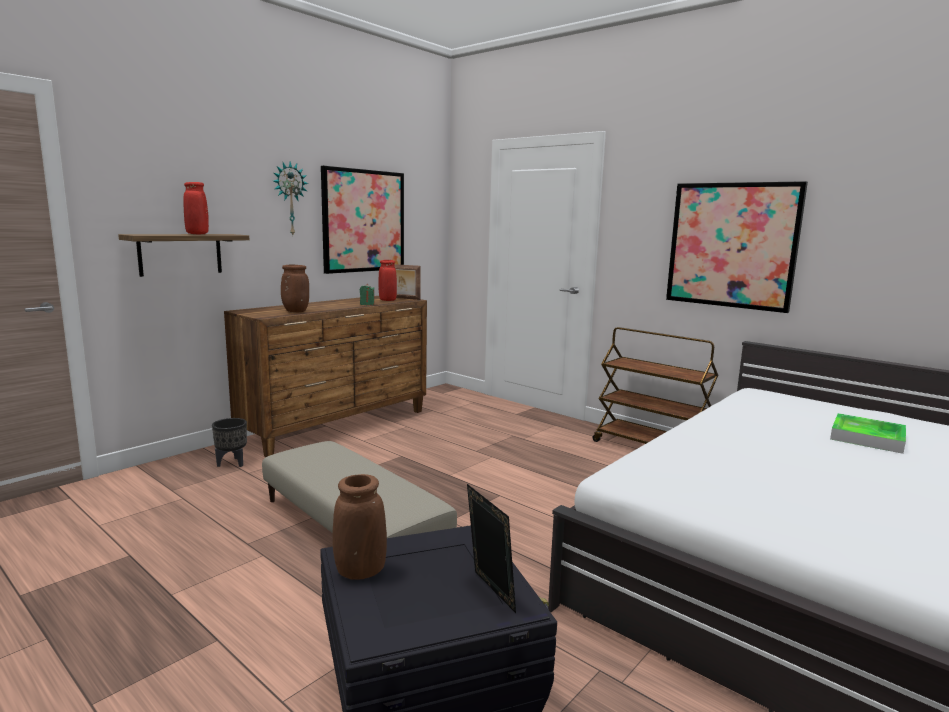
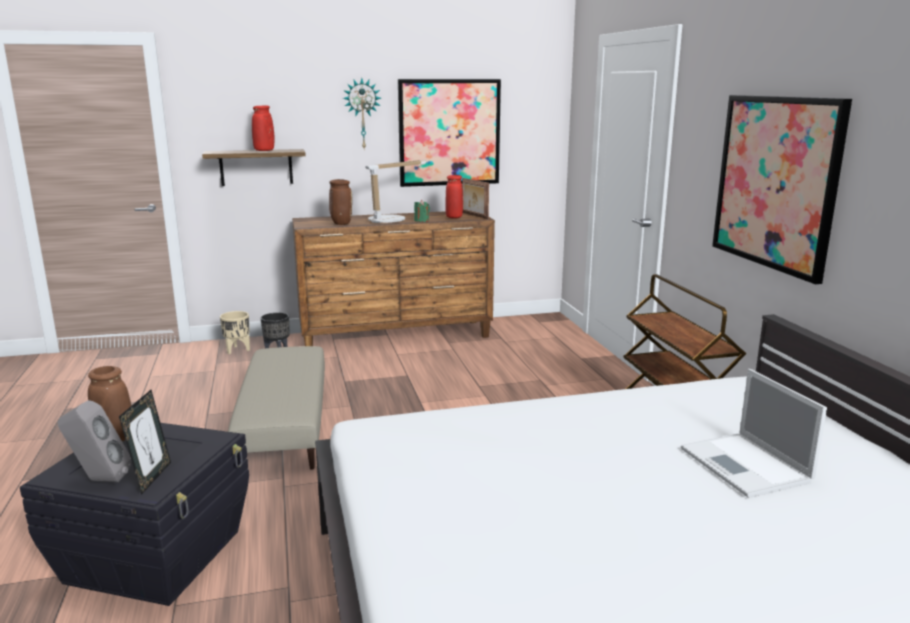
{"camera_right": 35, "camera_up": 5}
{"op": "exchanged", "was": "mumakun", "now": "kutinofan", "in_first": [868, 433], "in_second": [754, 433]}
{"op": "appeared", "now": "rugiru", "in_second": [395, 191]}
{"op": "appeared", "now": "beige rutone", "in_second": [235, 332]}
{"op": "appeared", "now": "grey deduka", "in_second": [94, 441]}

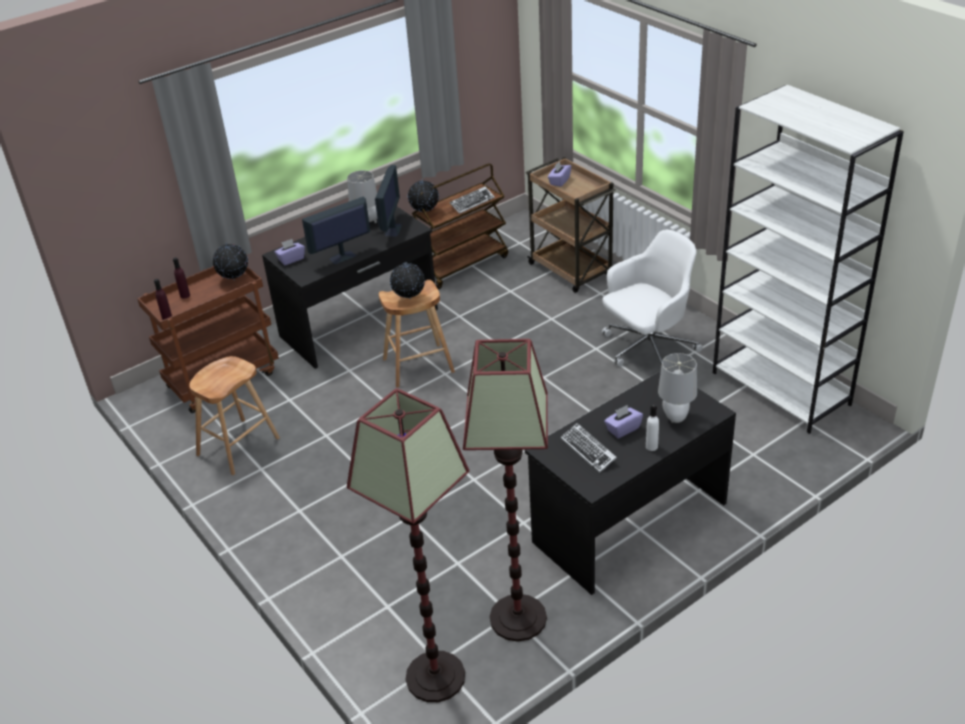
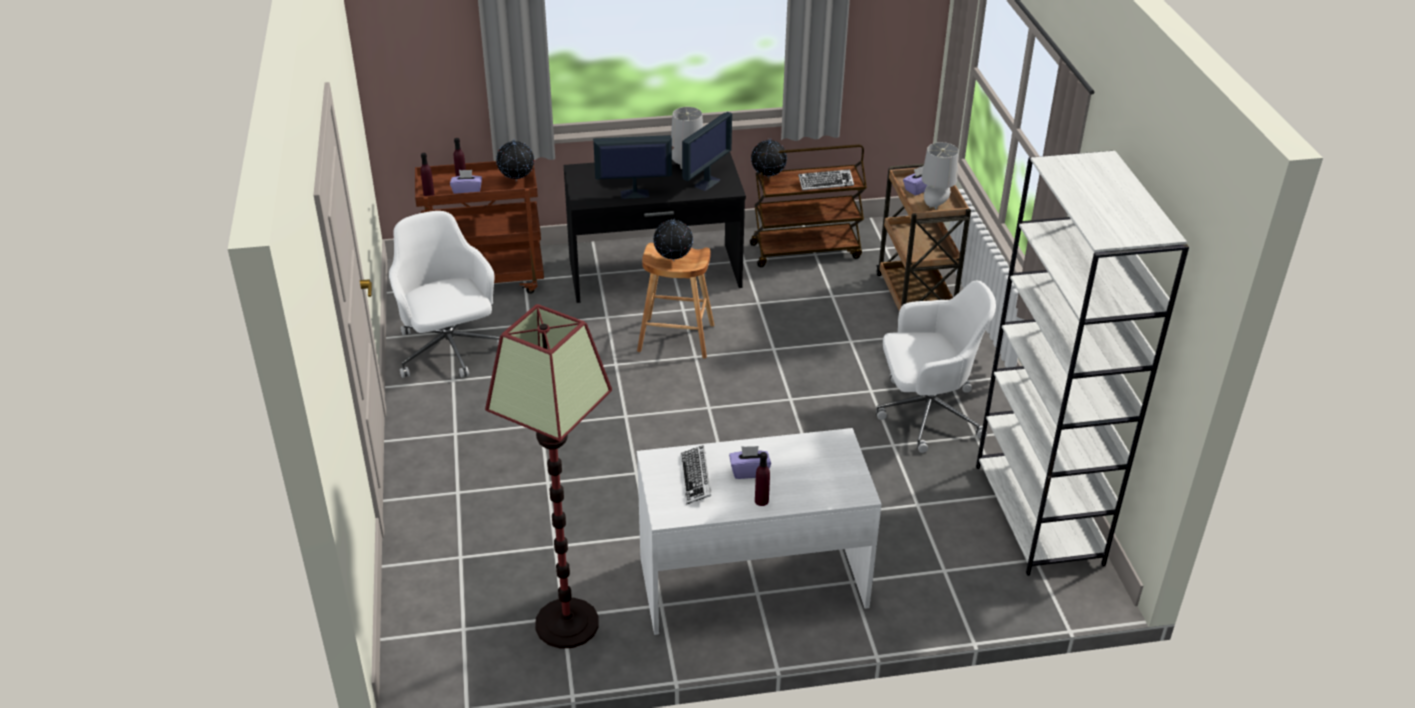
{"camera_right": 25, "camera_up": 0}
{"op": "relocated", "was": "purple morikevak", "in_first": [289, 252], "in_second": [466, 182]}
{"op": "relocated", "was": "grey rugiru", "in_first": [677, 388], "in_second": [940, 176]}
{"op": "exchanged", "was": "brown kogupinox", "now": "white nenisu", "in_first": [234, 415], "in_second": [444, 294]}
{"op": "colour", "was": "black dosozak", "now": "white dosozak", "in_first": [630, 483], "in_second": [759, 531]}
{"op": "missing", "was": "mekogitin", "in_first": [408, 545]}
{"op": "colour", "was": "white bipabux", "now": "purple bipabux", "in_first": [652, 427], "in_second": [762, 479]}

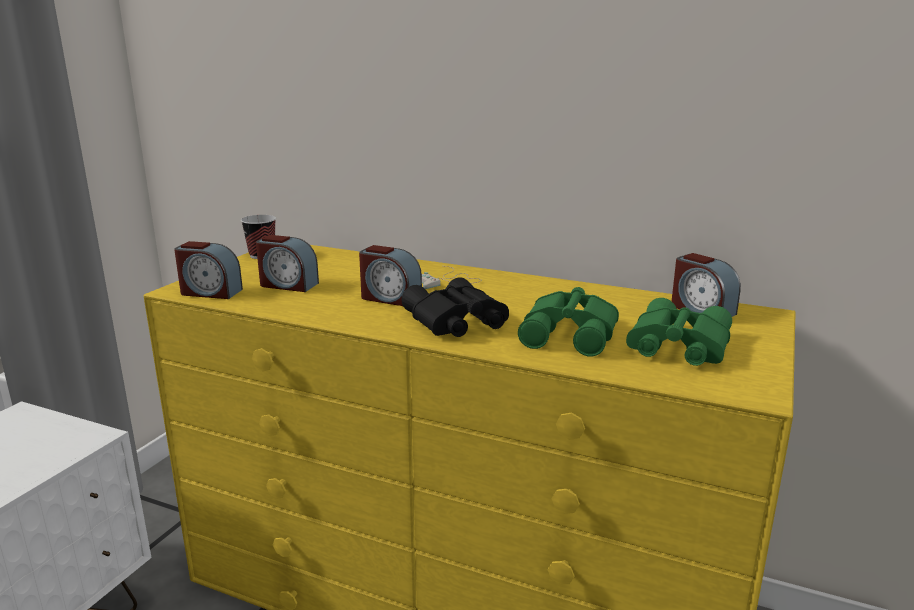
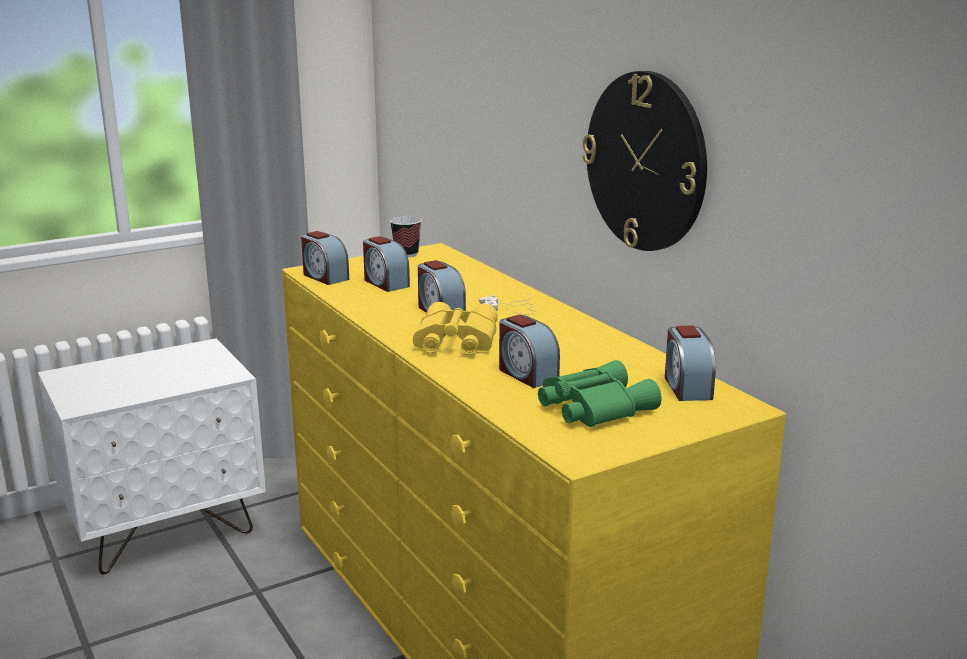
{"camera_right": 35, "camera_up": 0}
{"op": "colour", "was": "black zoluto", "now": "yellow zoluto", "in_first": [455, 307], "in_second": [455, 328]}
{"op": "exchanged", "was": "green zoluto", "now": "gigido", "in_first": [568, 322], "in_second": [529, 351]}
{"op": "appeared", "now": "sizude", "in_second": [644, 161]}

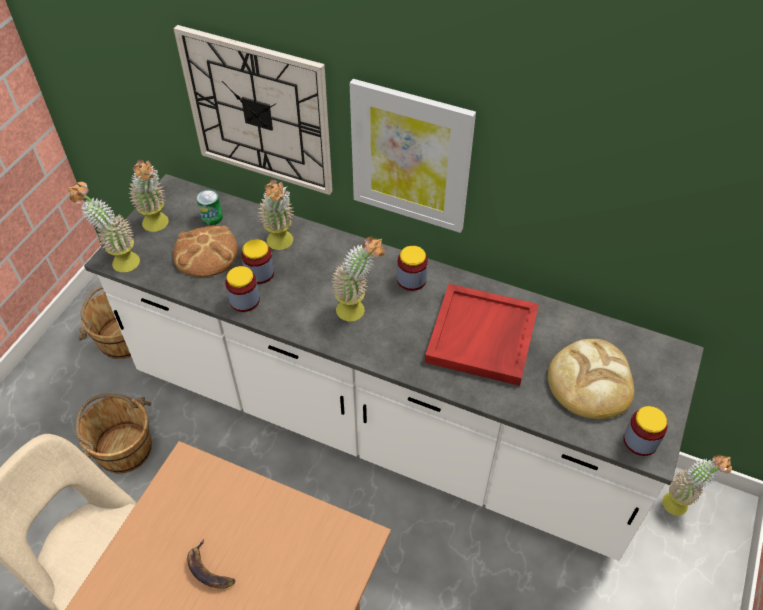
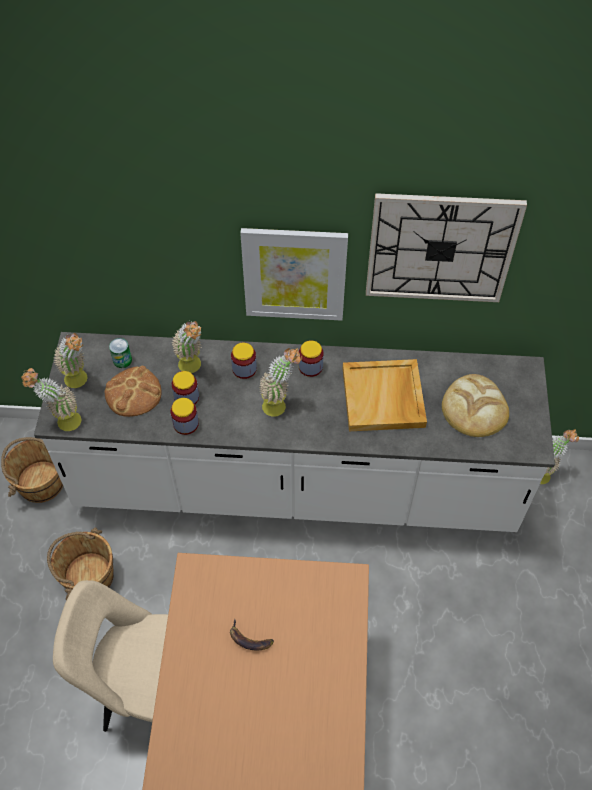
{"camera_right": -20, "camera_up": 5}
{"op": "relocated", "was": "sizude", "in_first": [253, 110], "in_second": [446, 247]}
{"op": "colour", "was": "red mumakun", "now": "beige mumakun", "in_first": [482, 335], "in_second": [385, 395]}
{"op": "relocated", "was": "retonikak", "in_first": [645, 431], "in_second": [244, 361]}

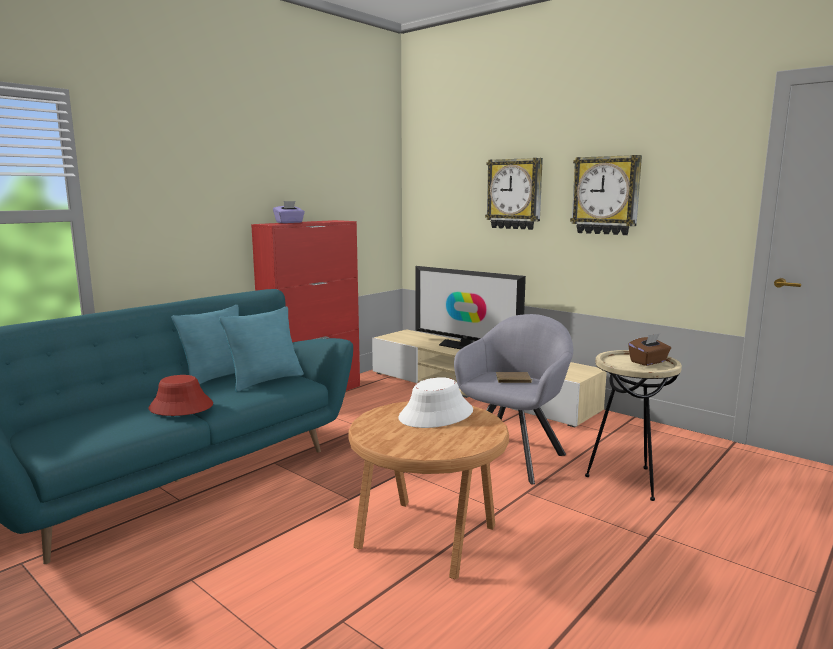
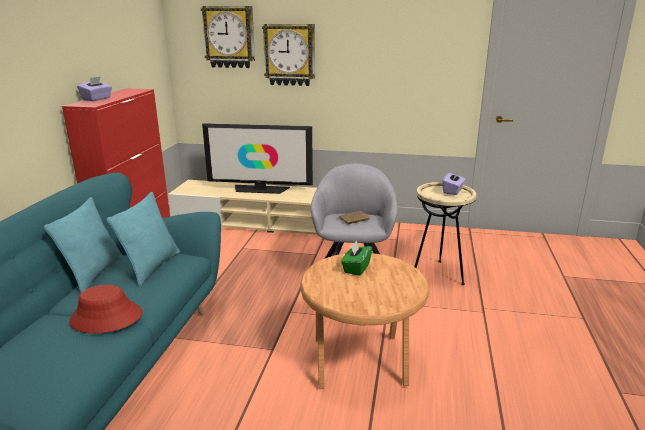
{"camera_right": -30, "camera_up": 10}
{"op": "relocated", "was": "sizude", "in_first": [606, 195], "in_second": [228, 37]}
{"op": "colour", "was": "brown morikevak", "now": "purple morikevak", "in_first": [649, 350], "in_second": [453, 182]}
{"op": "exchanged", "was": "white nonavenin", "now": "green morikevak", "in_first": [435, 402], "in_second": [356, 258]}

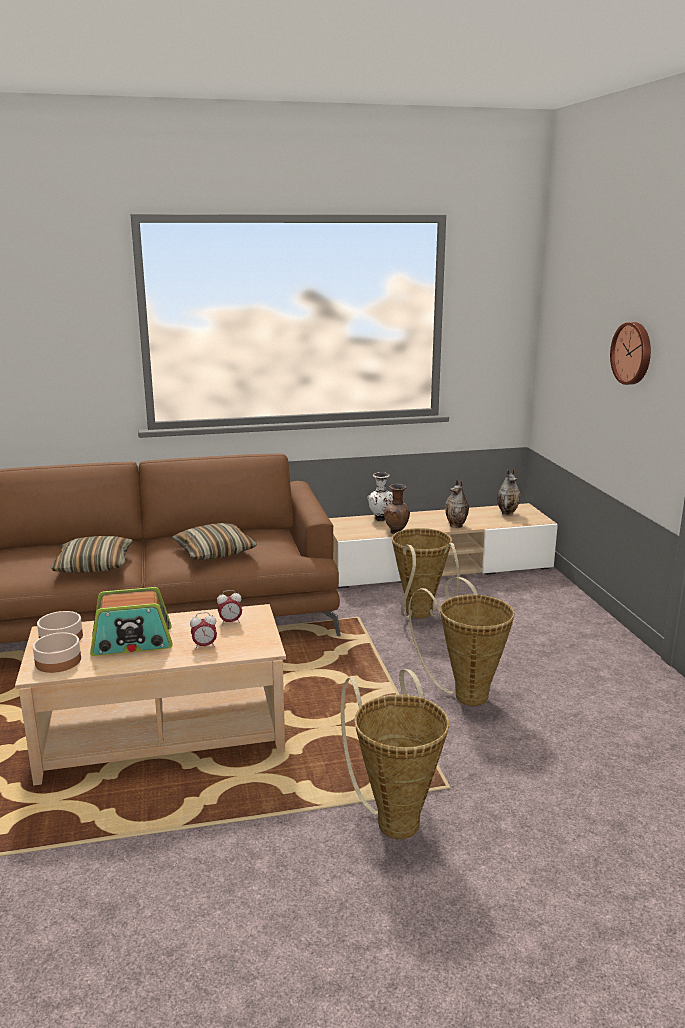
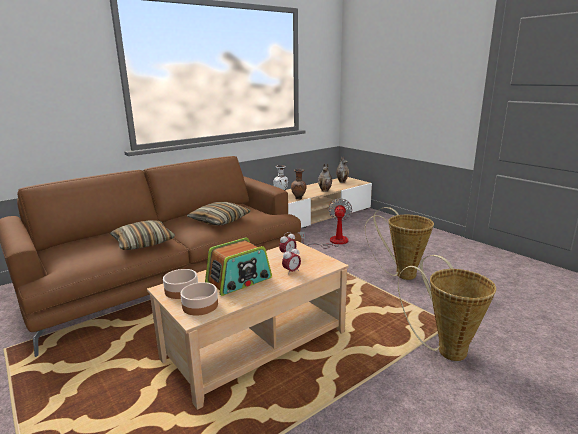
{"camera_right": -25, "camera_up": 0}
{"op": "missing", "was": "sizude", "in_first": [630, 353]}
{"op": "exchanged", "was": "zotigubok", "now": "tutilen", "in_first": [426, 573], "in_second": [326, 223]}

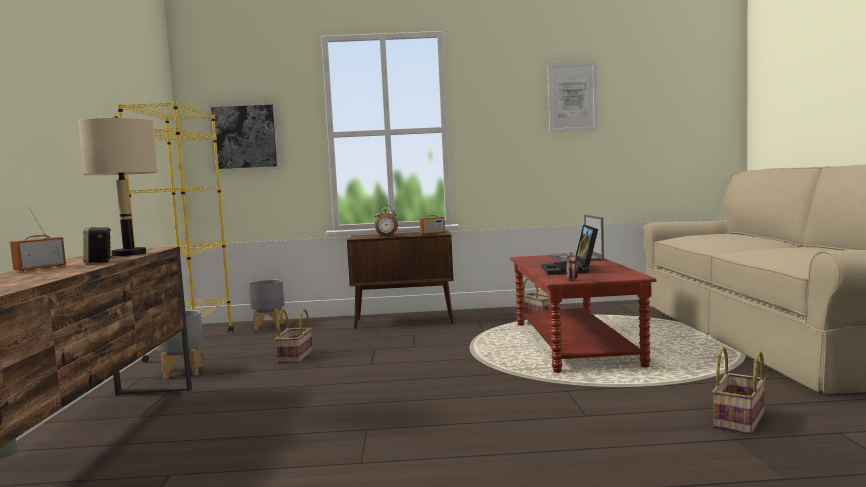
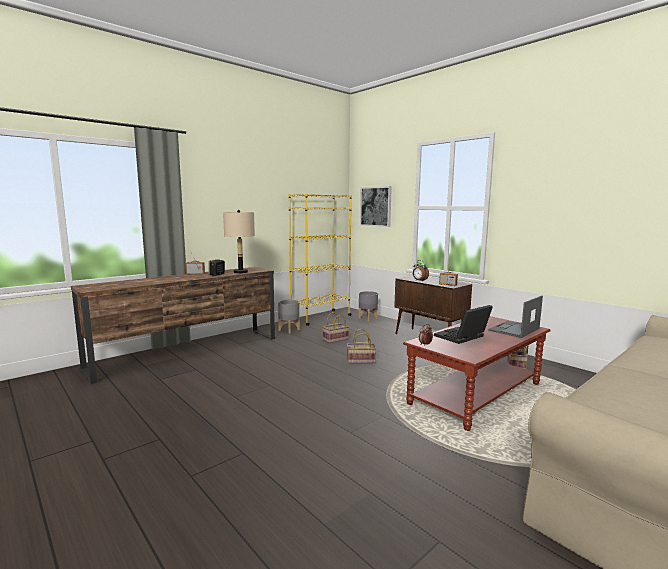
{"camera_right": 50, "camera_up": 5}
{"op": "missing", "was": "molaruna", "in_first": [573, 96]}
{"op": "relocated", "was": "zotigubok", "in_first": [739, 391], "in_second": [361, 346]}

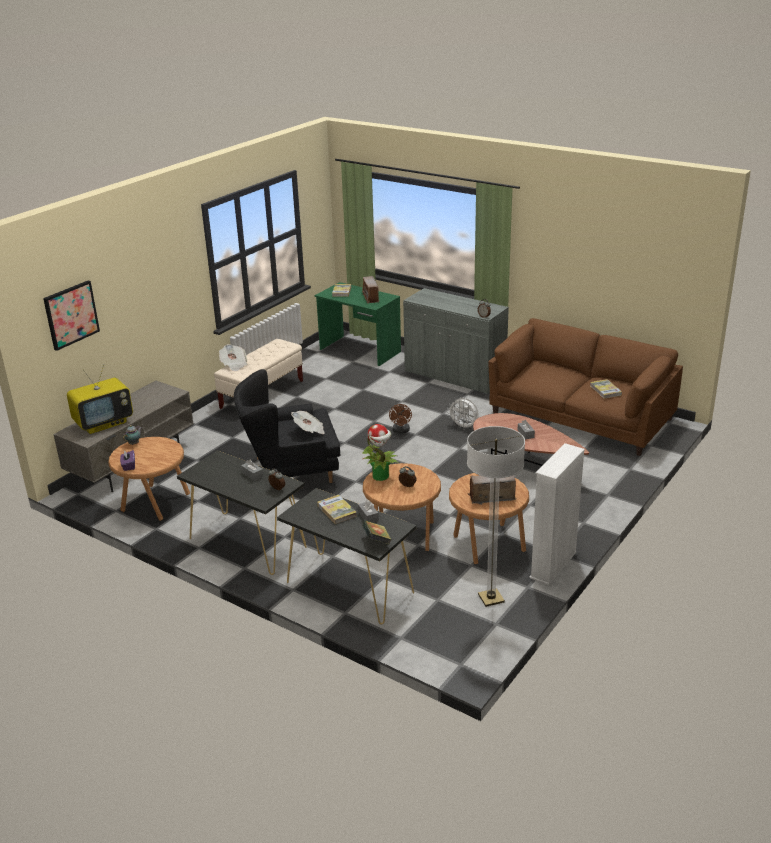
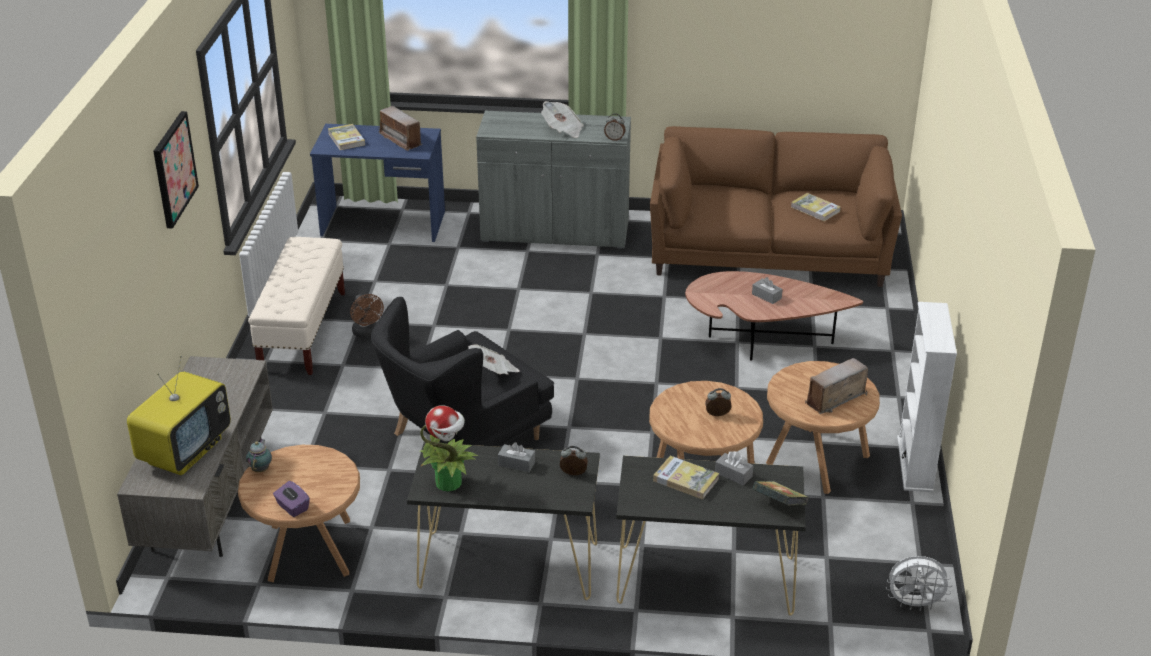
{"camera_right": -30, "camera_up": 5}
{"op": "relocated", "was": "molaruna", "in_first": [71, 316], "in_second": [176, 170]}
{"op": "colour", "was": "green dosozak", "now": "blue dosozak", "in_first": [357, 324], "in_second": [377, 183]}
{"op": "relocated", "was": "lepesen", "in_first": [233, 357], "in_second": [562, 119]}
{"op": "relocated", "was": "white tutilen", "in_first": [463, 414], "in_second": [919, 583]}
{"op": "relocated", "was": "brown tutilen", "in_first": [400, 419], "in_second": [367, 316]}
{"op": "relocated", "was": "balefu", "in_first": [380, 452], "in_second": [449, 448]}
{"op": "missing", "was": "mekogitin", "in_first": [496, 516]}

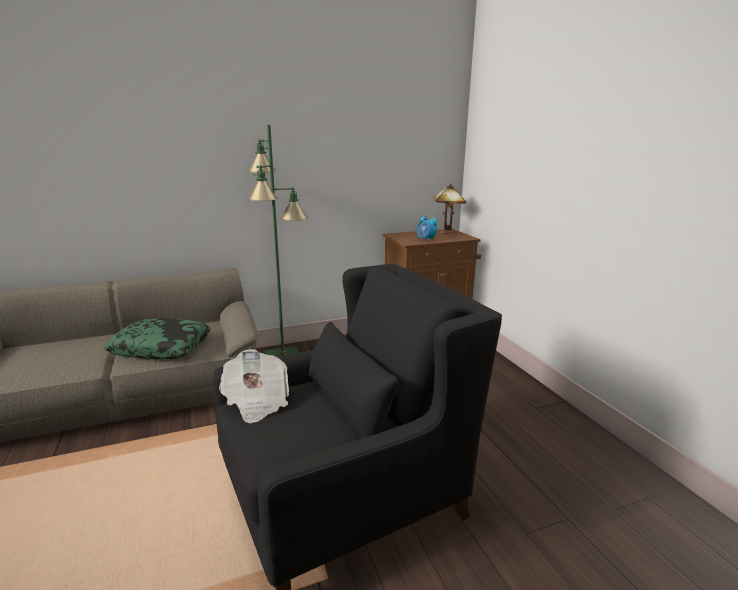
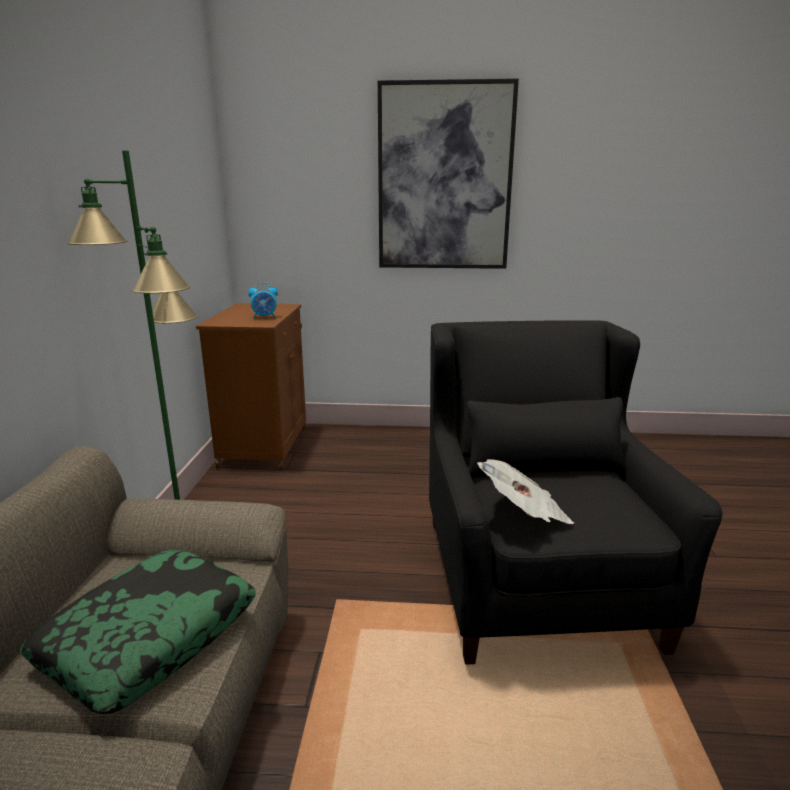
{"camera_right": -65, "camera_up": 0}
{"op": "missing", "was": "rugiru", "in_first": [450, 209]}
{"op": "appeared", "now": "molaruna", "in_second": [448, 173]}

